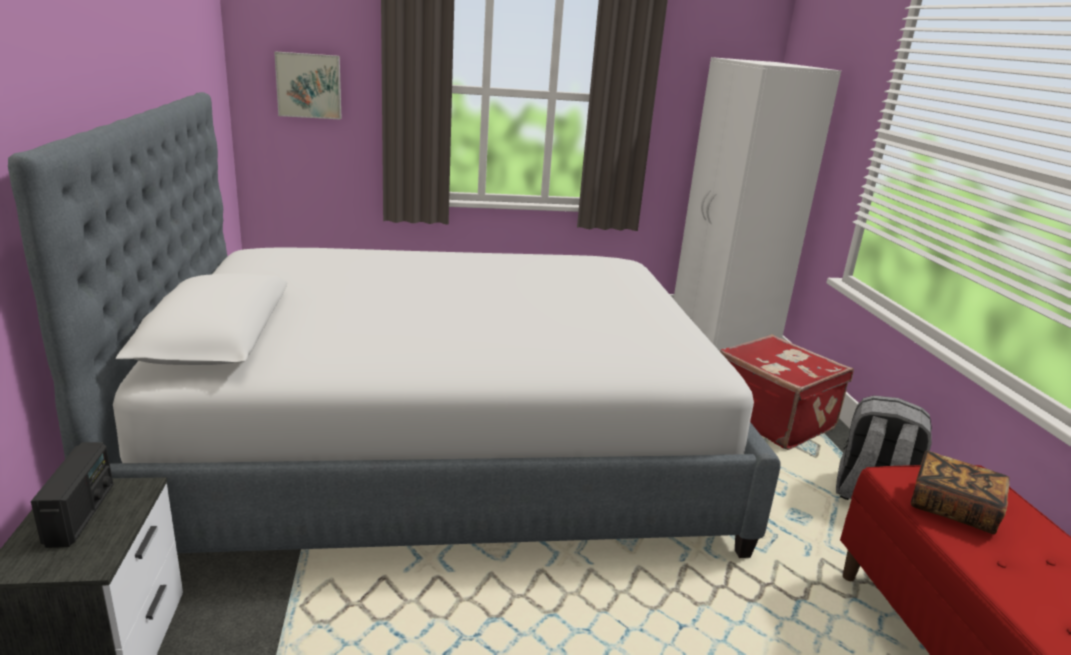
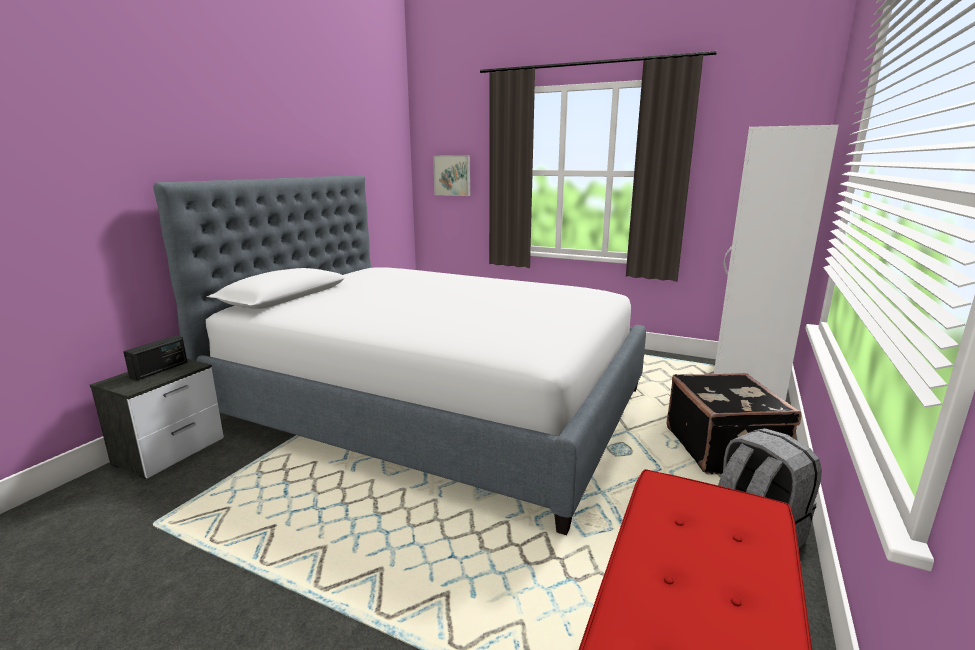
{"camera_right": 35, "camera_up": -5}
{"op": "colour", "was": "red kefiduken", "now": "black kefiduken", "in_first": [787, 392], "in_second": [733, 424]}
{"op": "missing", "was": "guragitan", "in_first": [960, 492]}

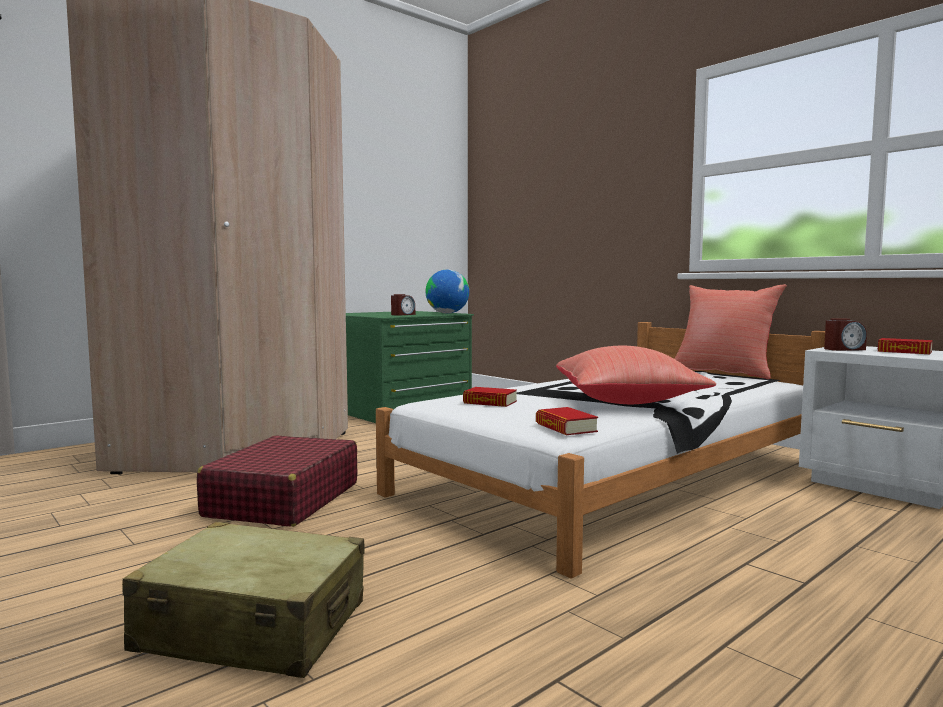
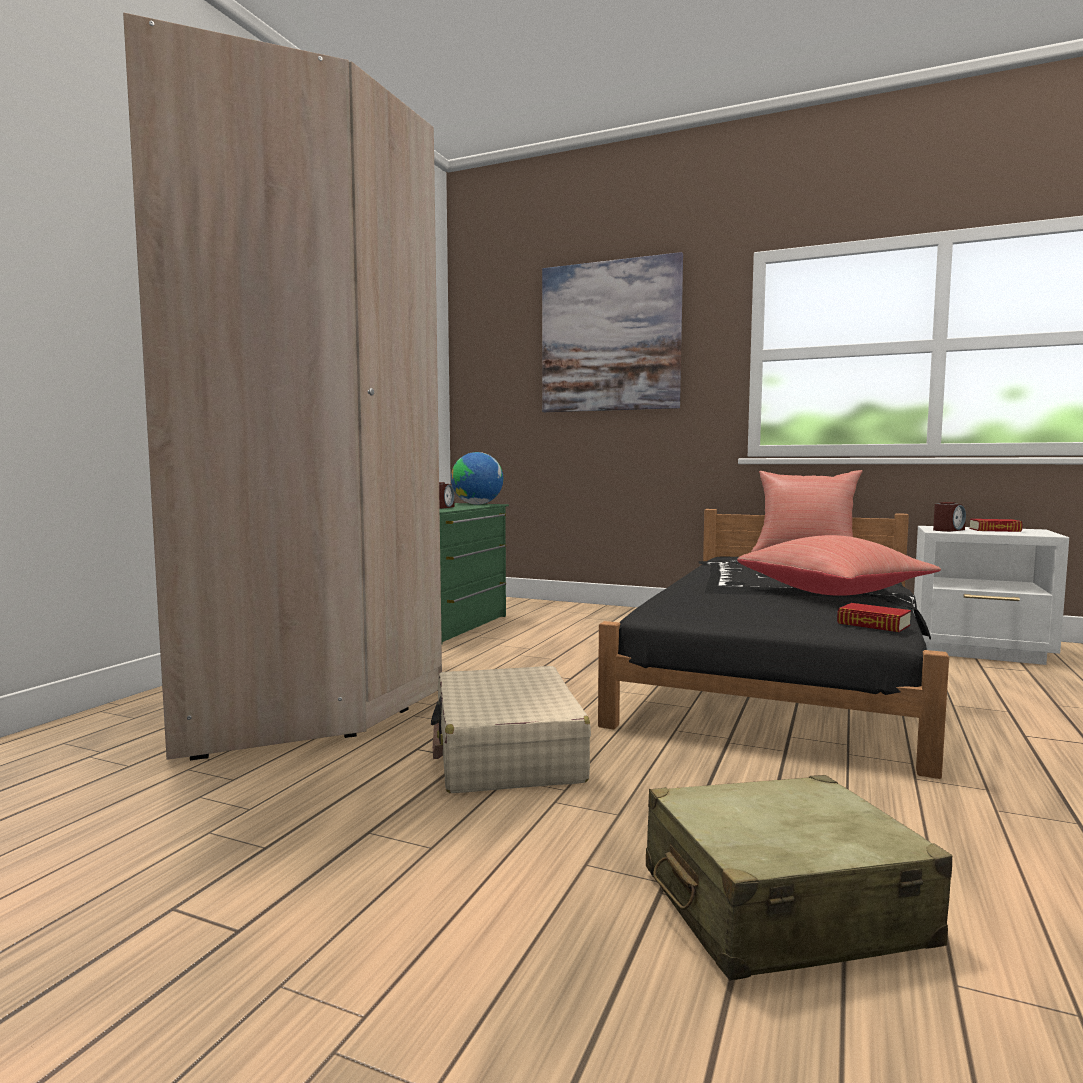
{"camera_right": -25, "camera_up": 0}
{"op": "colour", "was": "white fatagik", "now": "black fatagik", "in_first": [600, 450], "in_second": [773, 644]}
{"op": "missing", "was": "guragitan", "in_first": [490, 397]}
{"op": "colour", "was": "red kefiduken", "now": "beige kefiduken", "in_first": [277, 481], "in_second": [511, 729]}
{"op": "appeared", "now": "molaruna", "in_second": [612, 332]}

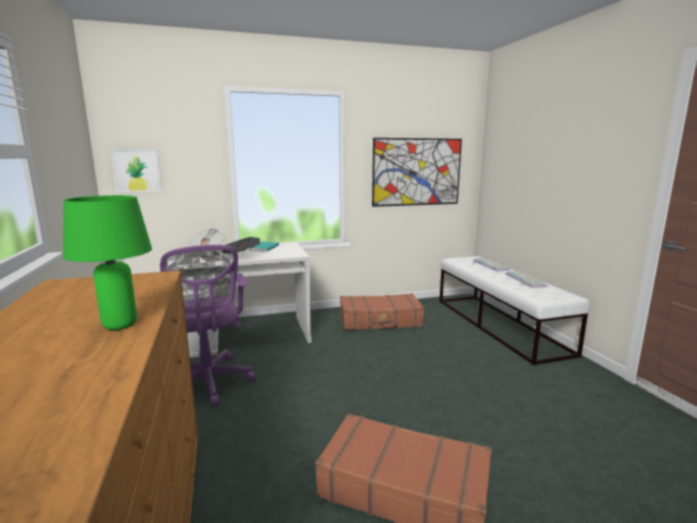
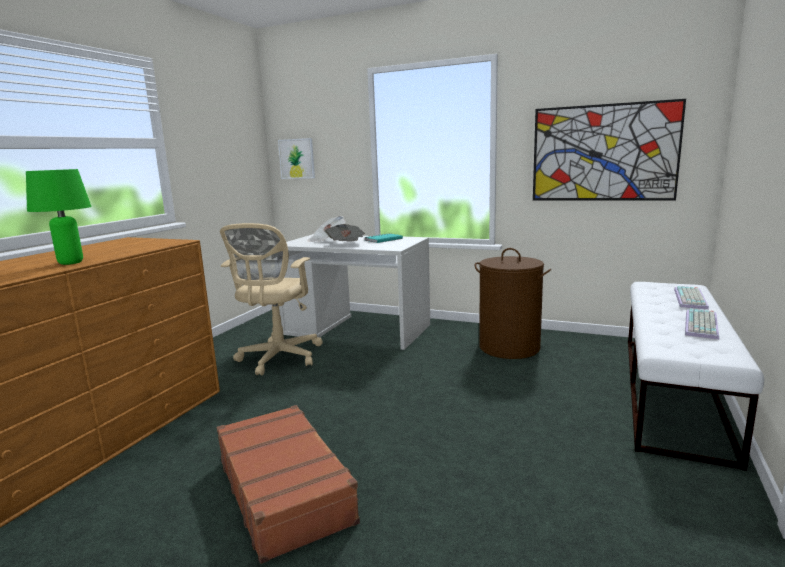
{"camera_right": 40, "camera_up": 0}
{"op": "colour", "was": "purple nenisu", "now": "beige nenisu", "in_first": [208, 326], "in_second": [271, 299]}
{"op": "exchanged", "was": "brown kefiduken", "now": "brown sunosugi", "in_first": [382, 311], "in_second": [512, 303]}

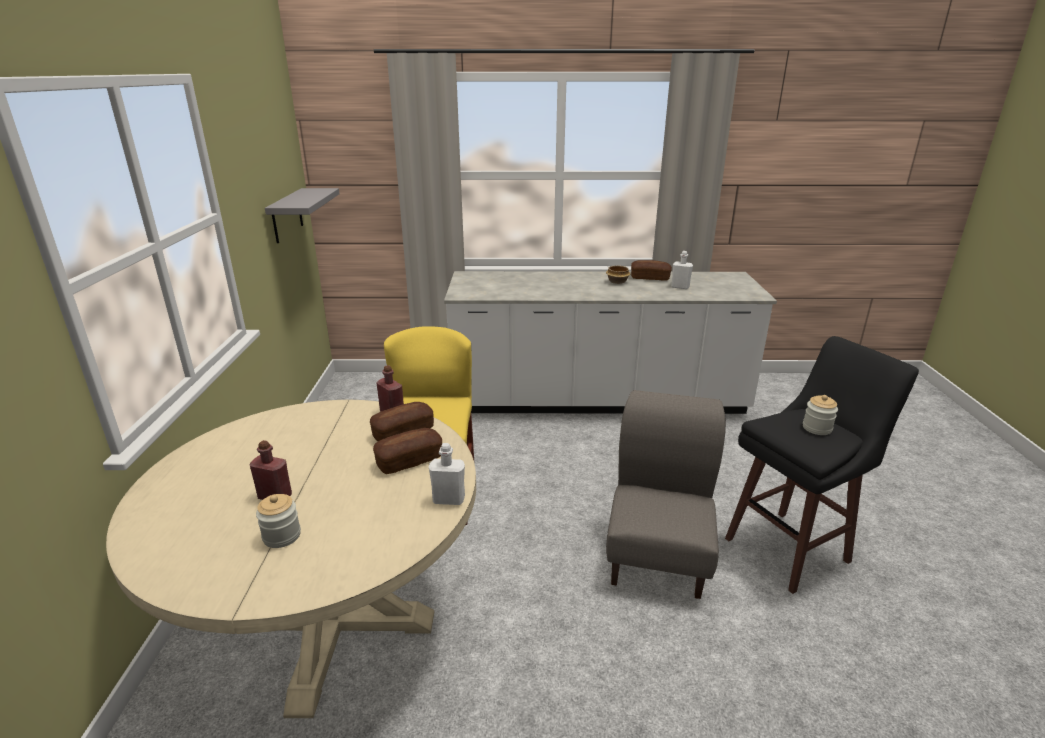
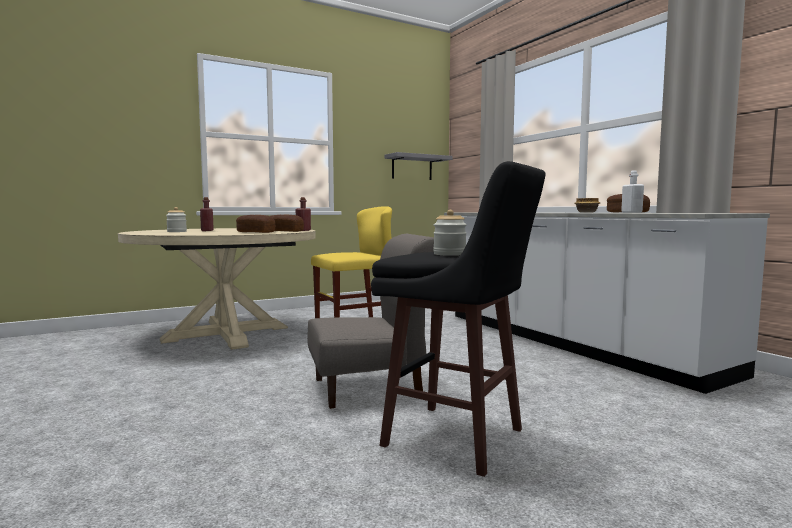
{"camera_right": 60, "camera_up": -20}
{"op": "missing", "was": "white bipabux", "in_first": [447, 474]}

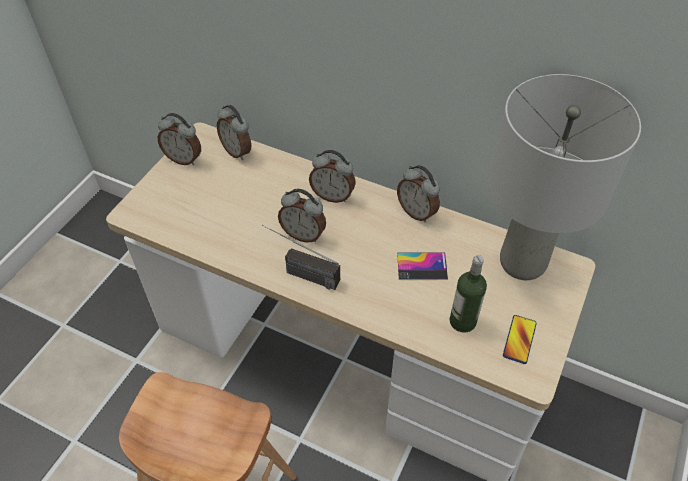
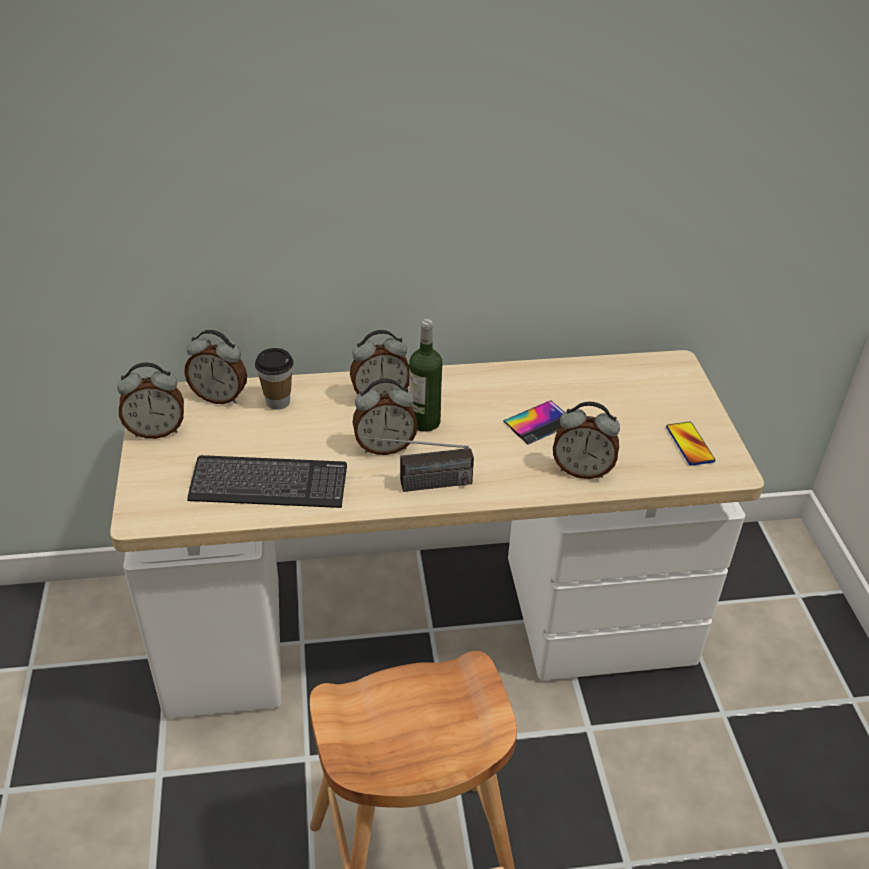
{"camera_right": -35, "camera_up": -10}
{"op": "missing", "was": "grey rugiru", "in_first": [564, 177]}
{"op": "relocated", "was": "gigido", "in_first": [418, 194], "in_second": [586, 440]}
{"op": "relocated", "was": "bipabux", "in_first": [468, 293], "in_second": [426, 375]}
{"op": "appeared", "now": "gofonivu", "in_second": [274, 379]}
{"op": "appeared", "now": "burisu", "in_second": [267, 481]}

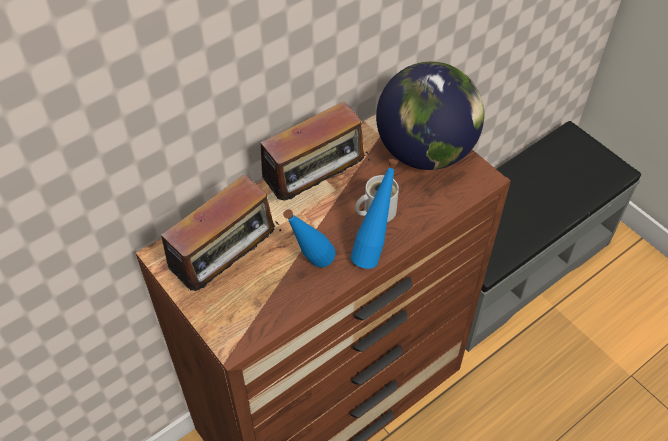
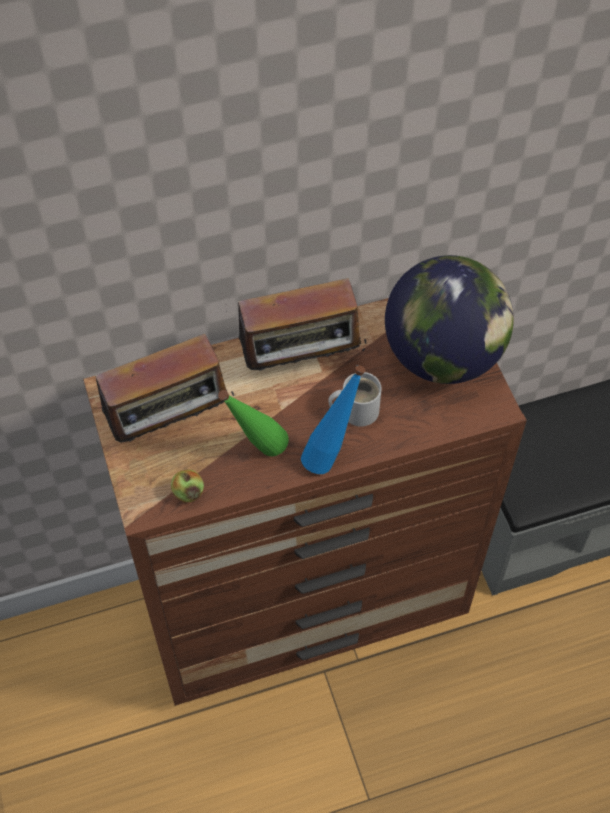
{"camera_right": 20, "camera_up": 5}
{"op": "colour", "was": "blue bipabux", "now": "green bipabux", "in_first": [309, 238], "in_second": [253, 423]}
{"op": "appeared", "now": "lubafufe", "in_second": [187, 486]}

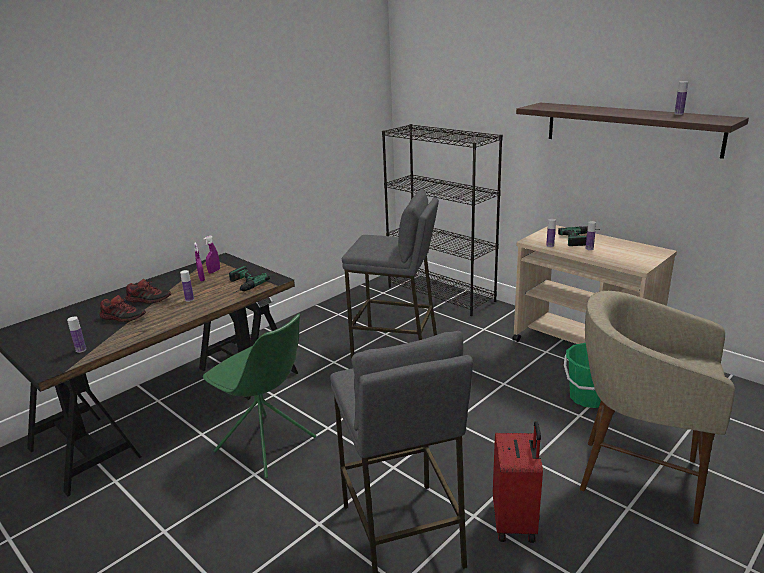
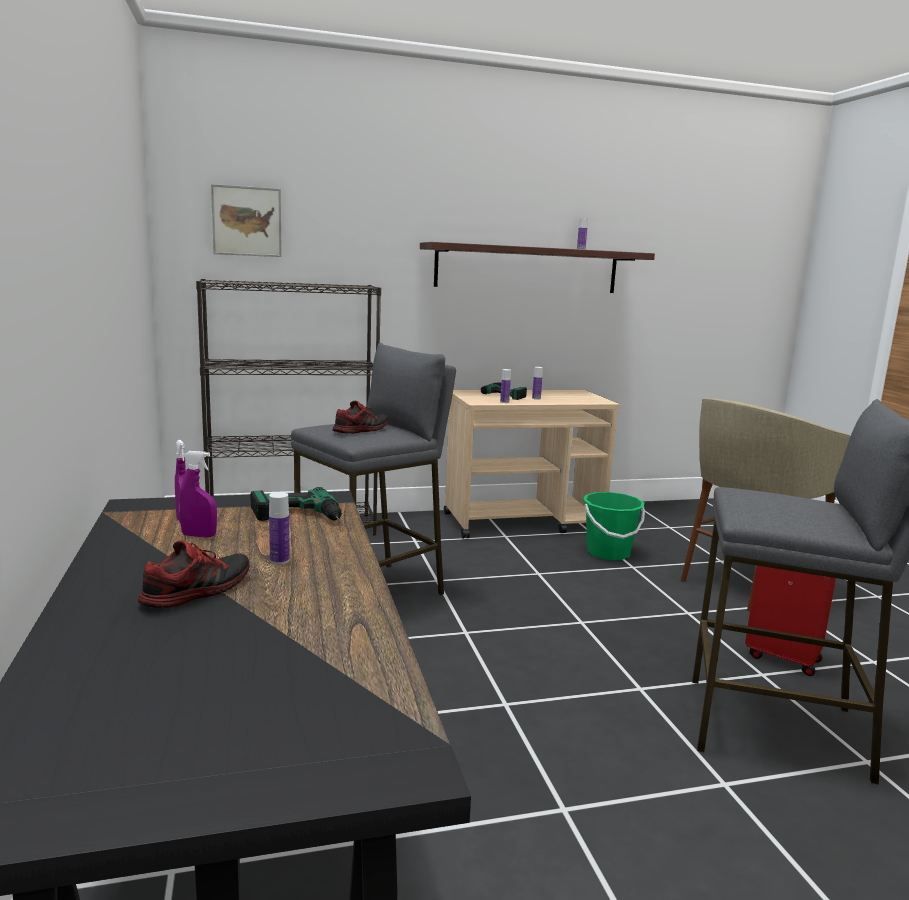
{"camera_right": -60, "camera_up": -10}
{"op": "relocated", "was": "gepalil", "in_first": [122, 308], "in_second": [361, 417]}
{"op": "missing", "was": "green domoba", "in_first": [259, 395]}
{"op": "missing", "was": "bipabux", "in_first": [76, 335]}
{"op": "appeared", "now": "molaruna", "in_second": [246, 220]}

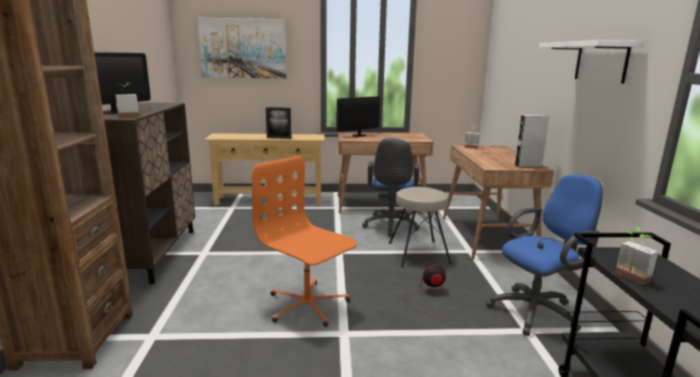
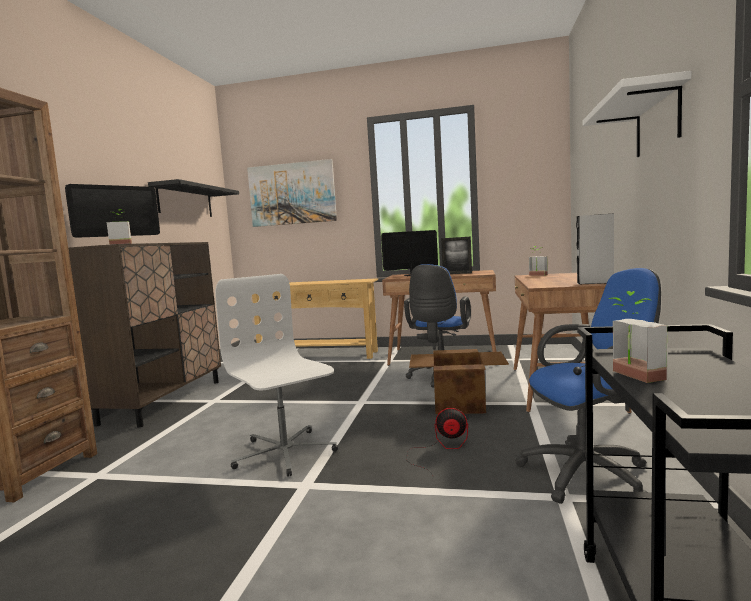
{"camera_right": 15, "camera_up": -10}
{"op": "relocated", "was": "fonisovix", "in_first": [278, 123], "in_second": [456, 255]}
{"op": "colour", "was": "orange nenisu", "now": "white nenisu", "in_first": [304, 241], "in_second": [276, 375]}
{"op": "exchanged", "was": "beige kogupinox", "now": "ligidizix", "in_first": [420, 227], "in_second": [459, 381]}
{"op": "appeared", "now": "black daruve", "in_second": [193, 198]}

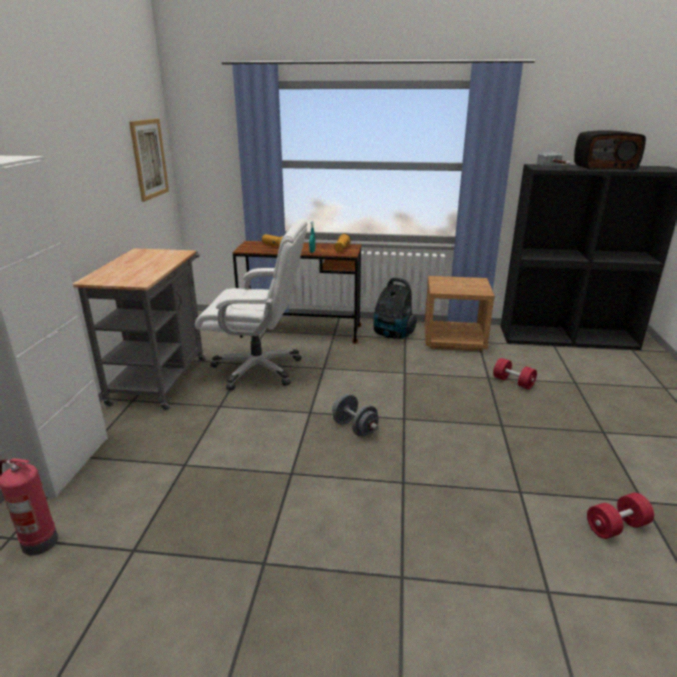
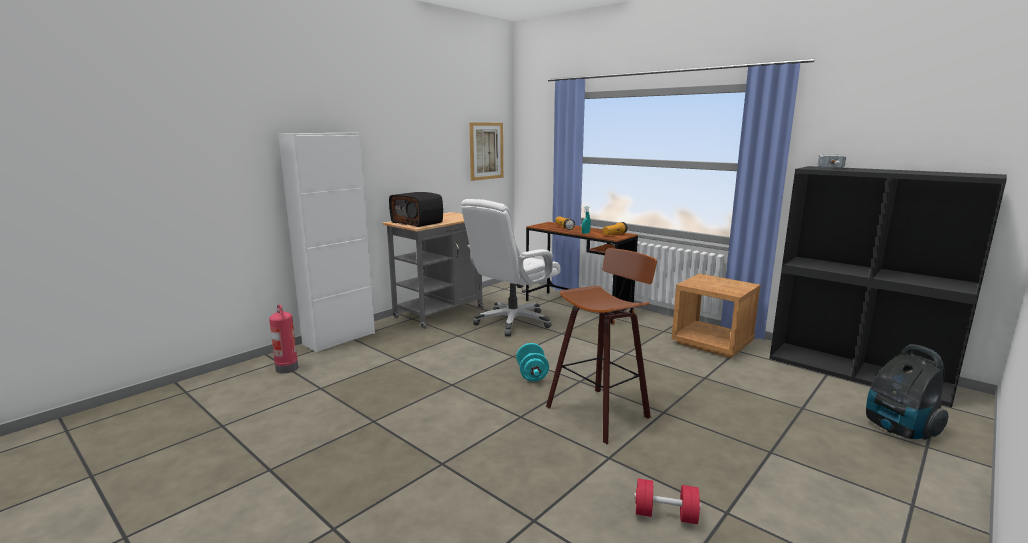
{"camera_right": 35, "camera_up": -10}
{"op": "relocated", "was": "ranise", "in_first": [610, 150], "in_second": [416, 209]}
{"op": "spun", "was": "white nenisu", "in_first": [251, 304], "in_second": [511, 267], "clockwise": 90}
{"op": "relocated", "was": "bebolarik", "in_first": [394, 308], "in_second": [907, 392]}
{"op": "missing", "was": "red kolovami", "in_first": [515, 374]}
{"op": "colour", "was": "grey kolovami", "now": "turquoise kolovami", "in_first": [355, 415], "in_second": [532, 362]}
{"op": "appeared", "now": "kogupinox", "in_second": [601, 346]}

